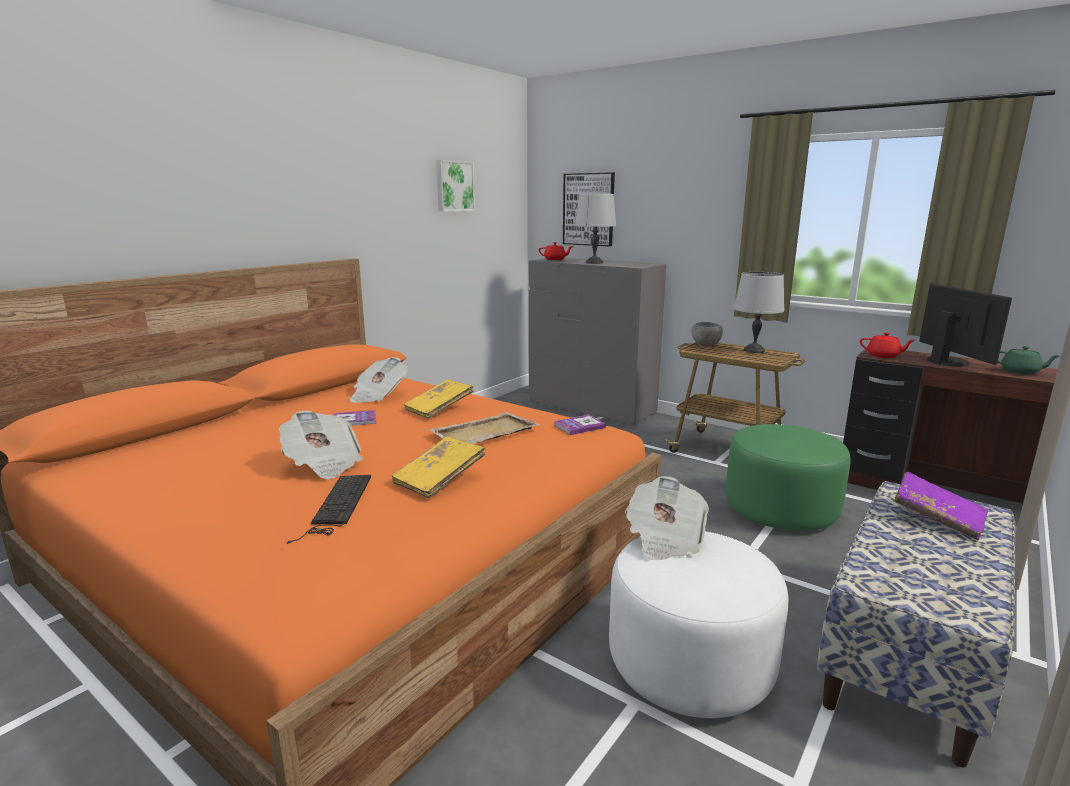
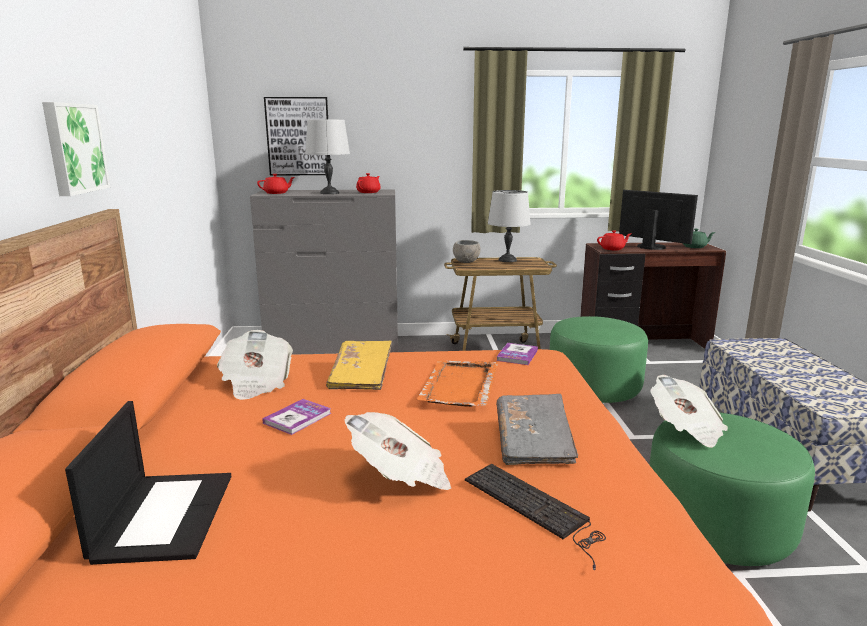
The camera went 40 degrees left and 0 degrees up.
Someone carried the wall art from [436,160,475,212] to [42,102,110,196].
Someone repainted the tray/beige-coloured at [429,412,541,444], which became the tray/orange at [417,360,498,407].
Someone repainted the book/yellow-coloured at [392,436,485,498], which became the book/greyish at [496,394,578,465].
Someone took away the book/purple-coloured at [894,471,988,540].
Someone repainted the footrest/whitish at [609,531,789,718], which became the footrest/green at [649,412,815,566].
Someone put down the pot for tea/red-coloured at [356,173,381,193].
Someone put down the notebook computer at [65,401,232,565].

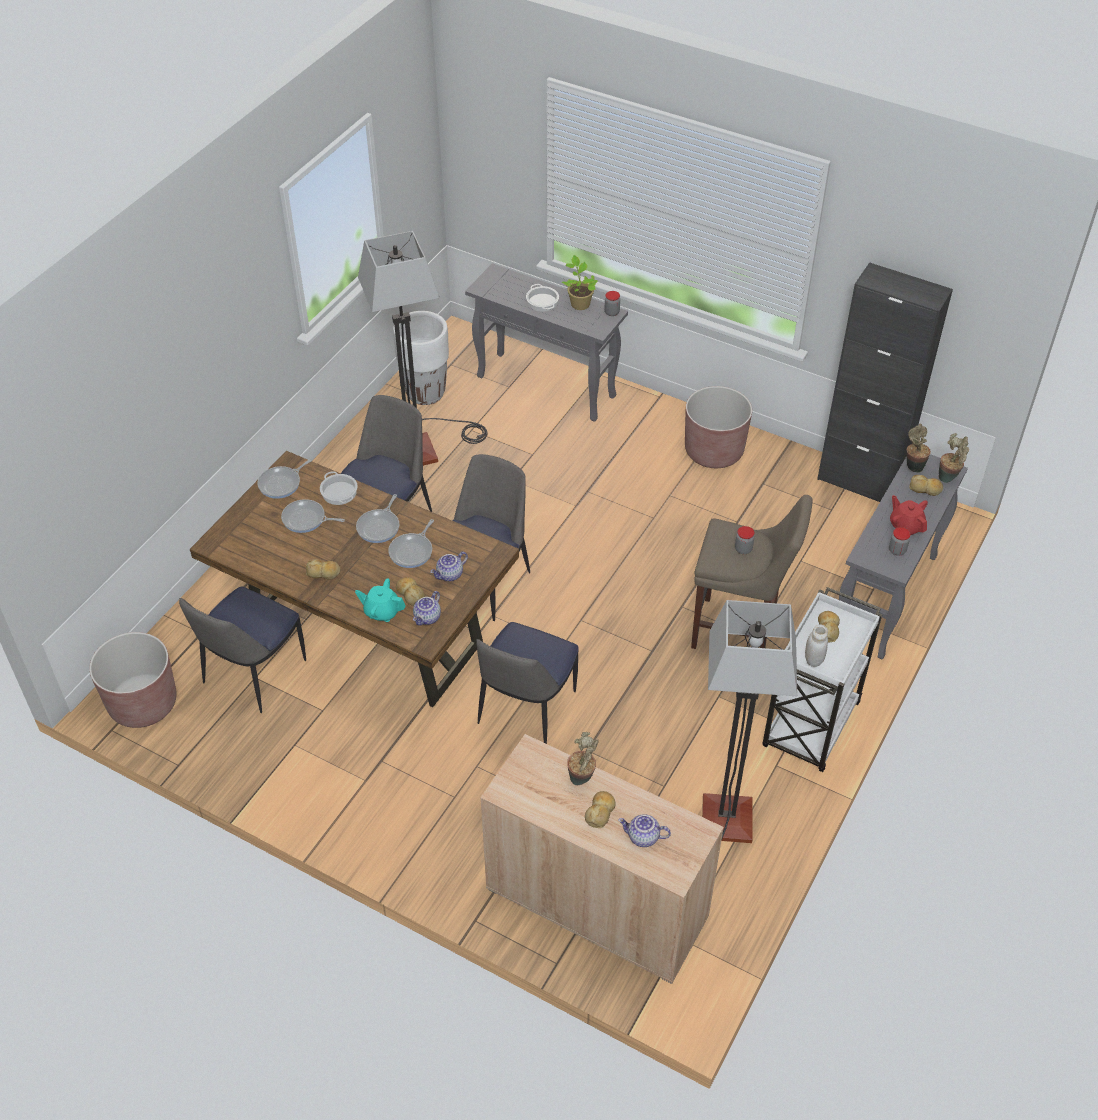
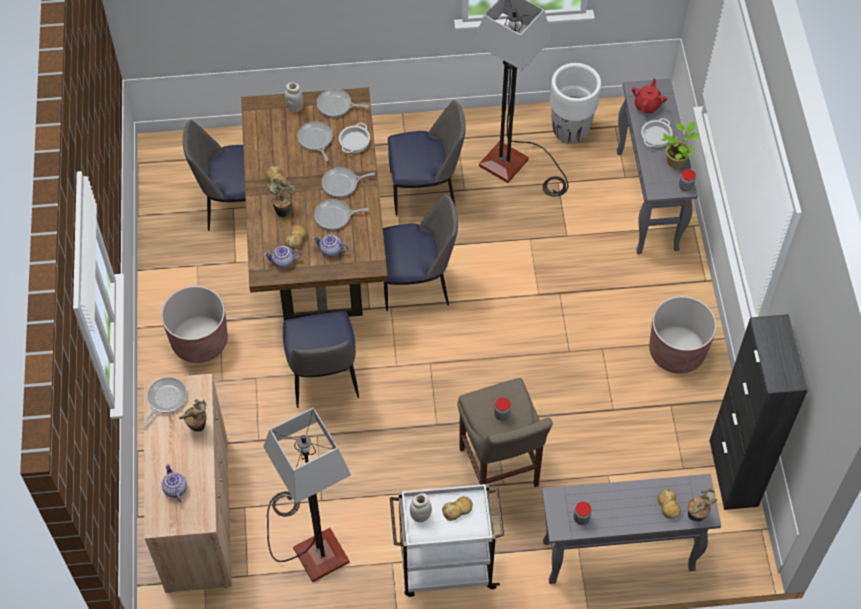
The camera went 55 degrees right and 10 degrees up.
Someone carried the potted plant from [907,423,931,473] to [268,178,296,218].
Someone carried the pot for tea/red-coloured from [890,495,928,535] to [632,79,667,114].
Someone took away the pot for tea/turquoise at [355,578,405,622].
Someone rotated the chair at [476,622,579,744] by 90 degrees counterclockwise.
Someone carried the flower pot/brownish from [89,632,177,728] to [161,286,228,363].
Someone took away the bread at [585,791,616,828].
Someone put down the jar/whitish at [285,82,304,112].
Someone put down the frying pan at [142,377,187,425].

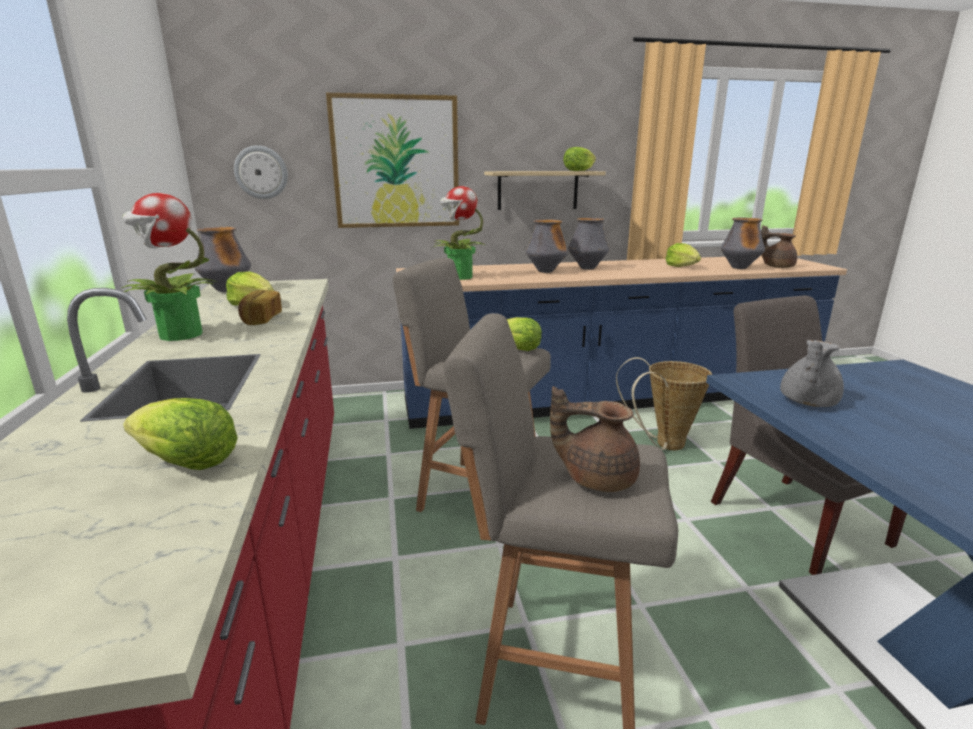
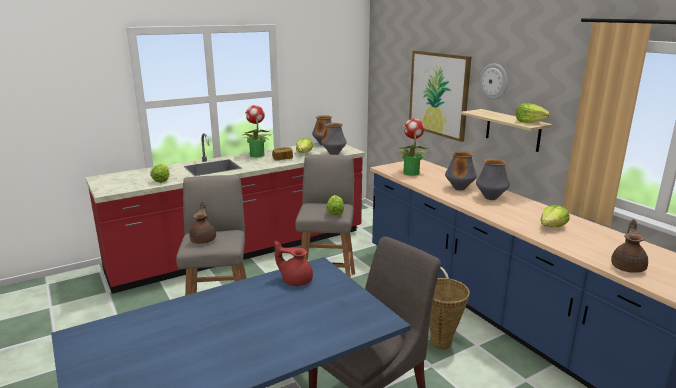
The camera went 70 degrees right and 0 degrees up.
Someone carried the hanging clock from [234,145,288,199] to [480,63,508,100].
Someone carried the vase from [721,218,765,269] to [321,123,347,155].
Someone repainted the pot for tea/greyish at [780,340,844,407], which became the pot for tea/red-coloured at [274,240,313,286].

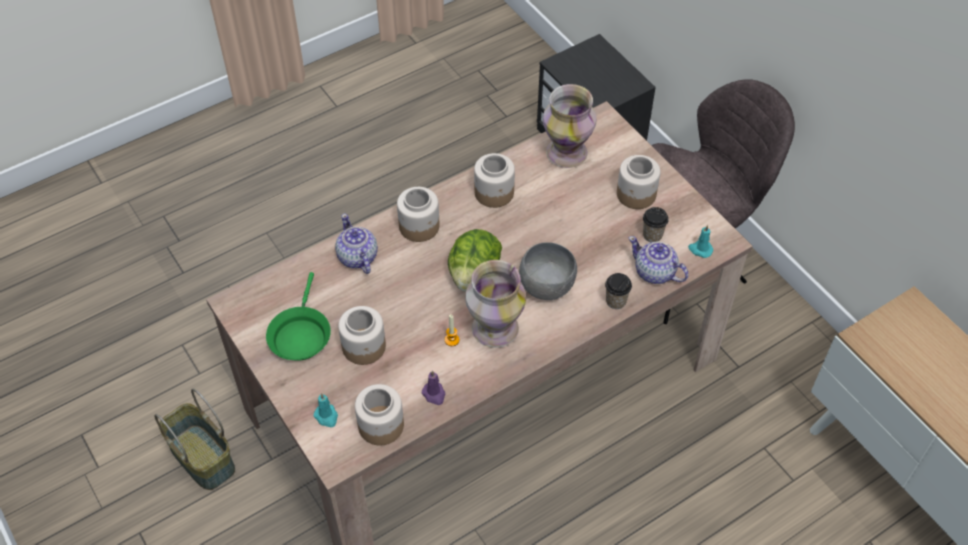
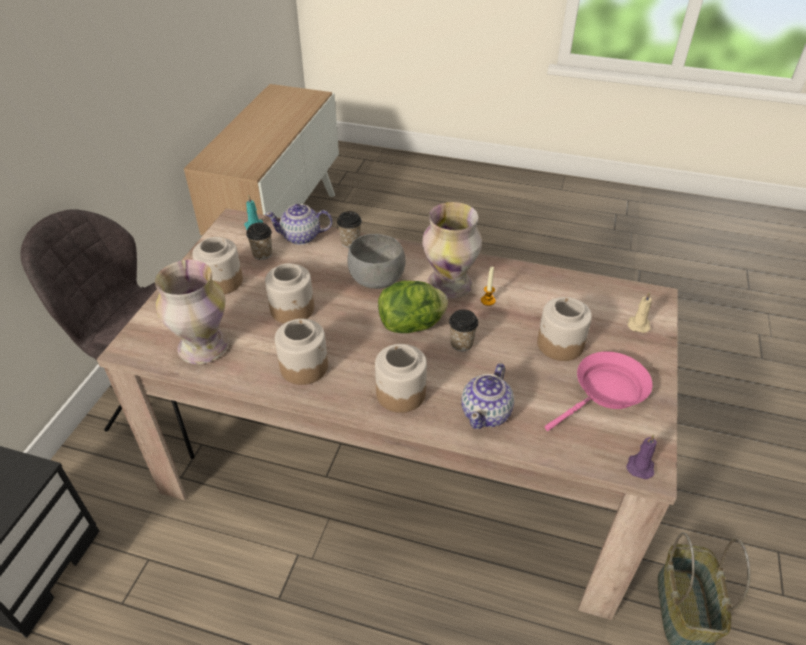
The camera went 130 degrees left and 10 degrees down.
Someone rotated the pot for tea at [628,236,689,284] by 90 degrees clockwise.
Someone repainted the frying pan/green at [266,272,331,361], which became the frying pan/pinkish at [545,352,652,431].
Someone carried the wax light/purple-coloured from [422,371,445,405] to [626,435,657,479].
Someone carried the jar from [355,384,404,446] to [265,263,314,323].
Someone repainted the wax light/turquoise at [314,393,338,427], which became the wax light/beige-coloured at [628,292,652,333].
Someone put down the drinking cup at [449,309,478,351].

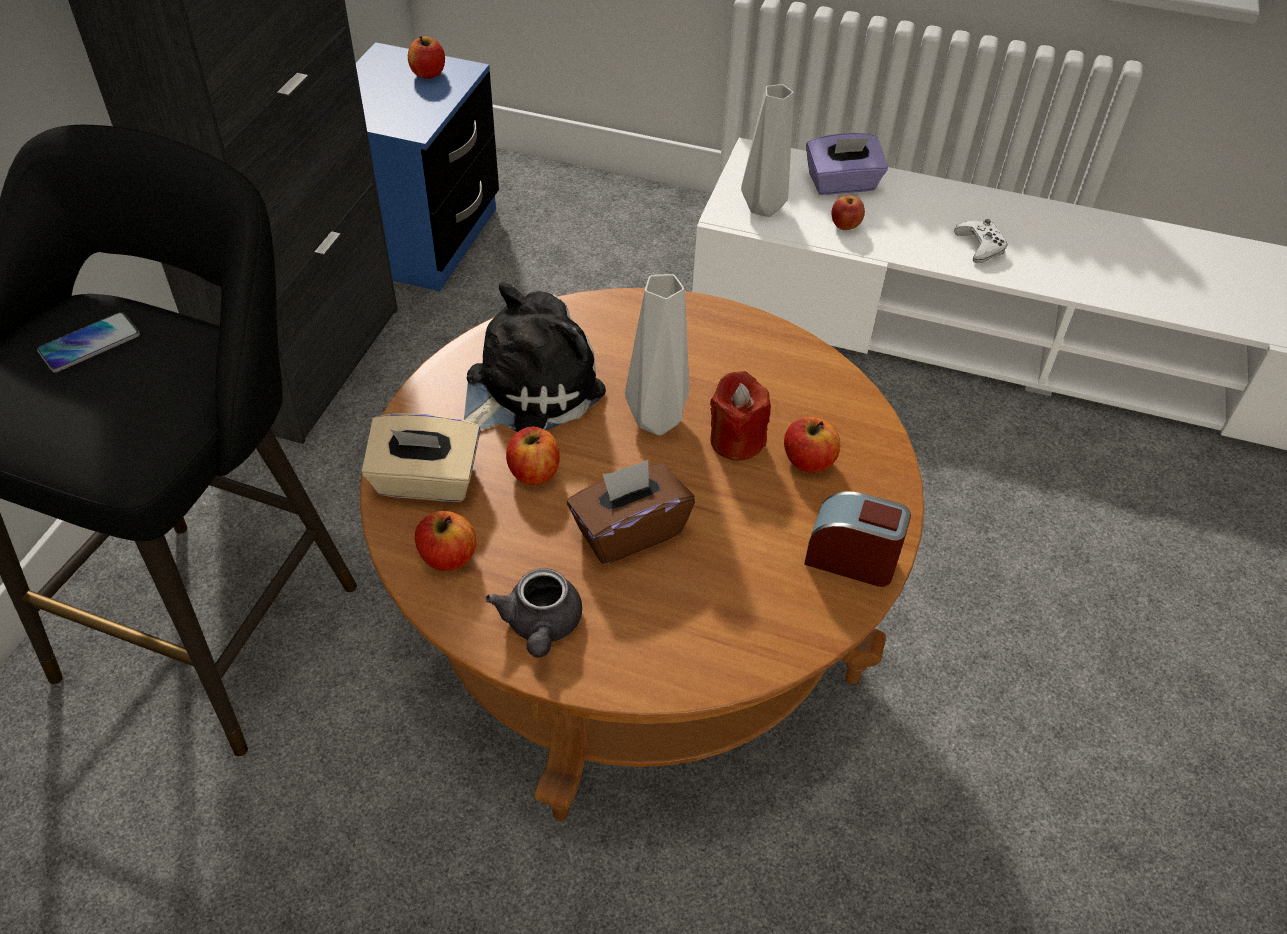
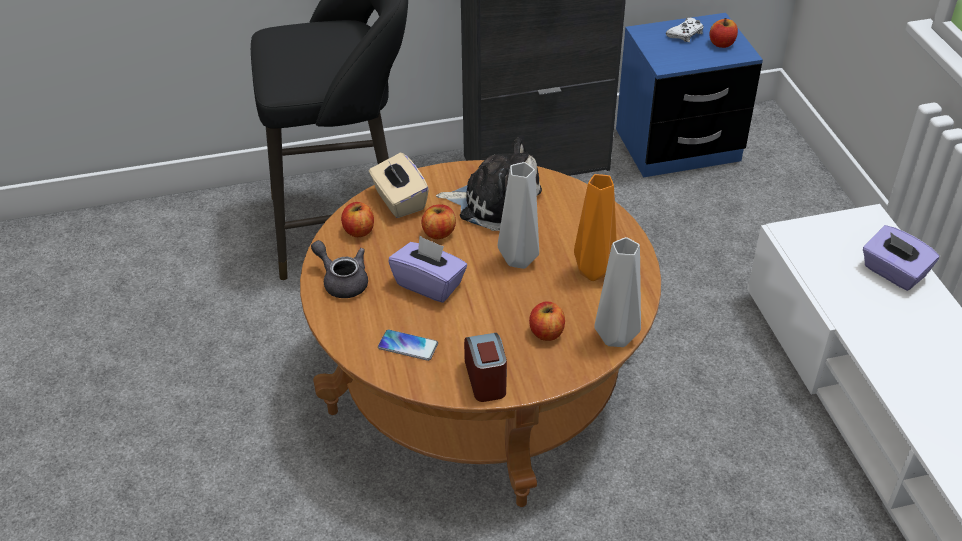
The camera went 60 degrees right and 5 degrees down.
Someone carried the vase/greyish from [741,84,794,217] to [594,237,641,347].
Someone took away the apple fruit at [831,195,865,230].
Someone carried the joypad/whitish from [954,219,1008,263] to [666,17,704,42].
Someone carried the handset from [37,312,140,372] to [378,329,438,361].
Someone took away the wax light/red-coloured at [710,371,771,461].
Someone repainted the tissue box/brownish at [567,460,695,564], which became the tissue box/purple-coloured at [388,235,467,303].
Someone rotated the pot for tea/greyish at [485,568,582,658] by 75 degrees clockwise.
Someone put down the vase/orange at [574,174,617,281].

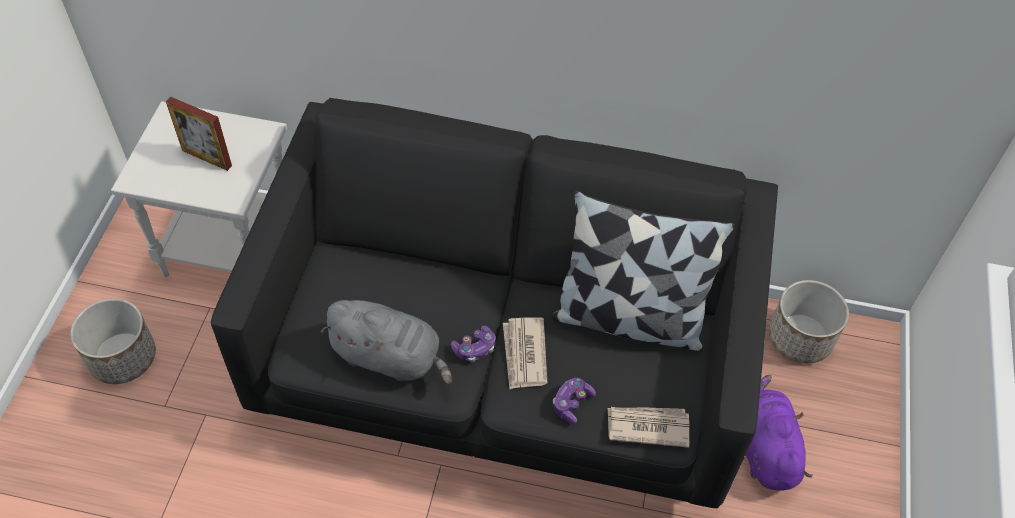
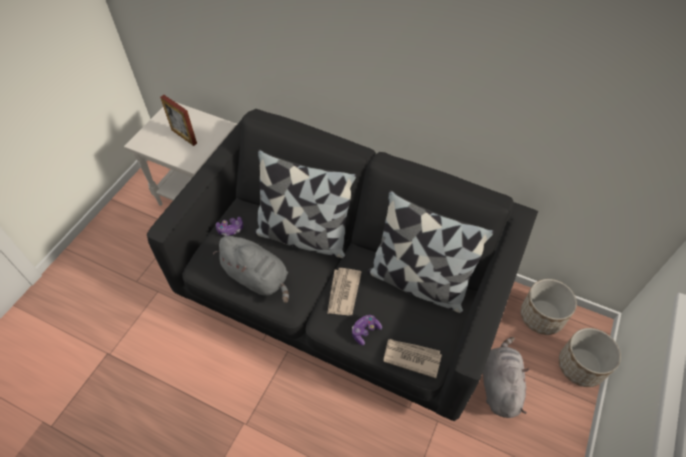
The camera went 15 degrees right and 0 degrees up.
Someone carried the flower pot from [70,298,156,384] to [559,328,621,387].
Someone carried the joypad from [451,326,496,362] to [216,217,243,236].
Someone repainted the cuddly toy/purple-coloured at [746,375,813,491], which became the cuddly toy/greyish at [483,337,529,418].
Someone put down the pillow at [254,150,357,258].

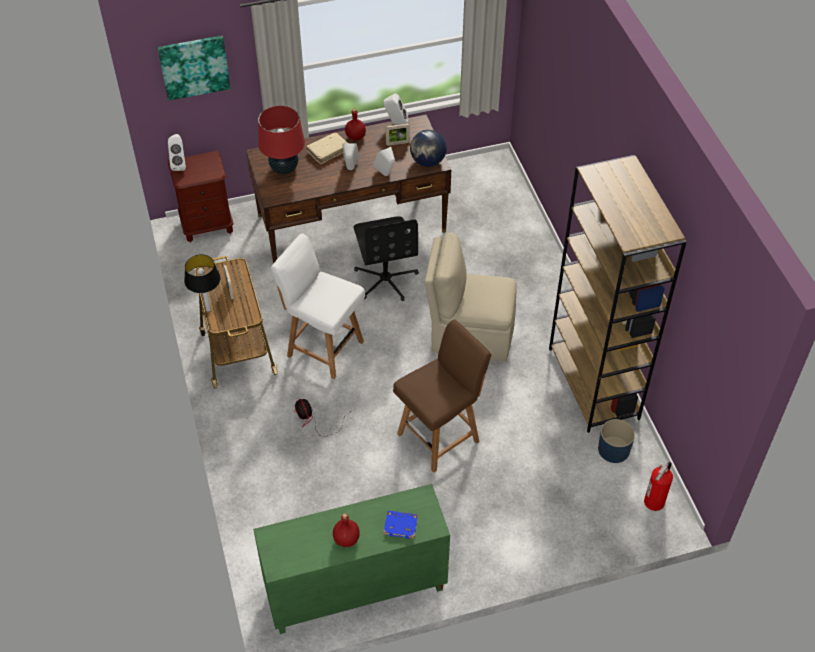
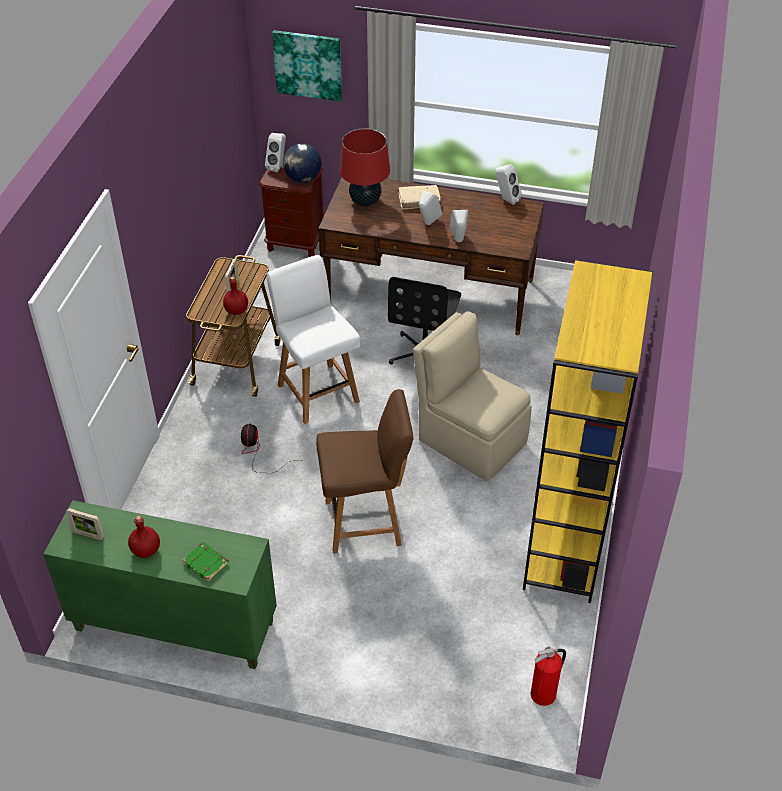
The camera went 30 degrees right and 5 degrees down.
Someone carried the drink bottle/red-coloured from [345,109,366,141] to [223,277,248,315].
Someone carried the picture frame from [386,123,410,146] to [66,508,104,540].
Someone carried the globe from [410,130,447,167] to [283,143,322,183].
Someone repainted the shelving unit/brownish at [549,155,687,433], which became the shelving unit/yellow-coloured at [523,260,653,603].
Someone took away the table lamp at [184,254,220,312].
Someone took away the flower pot/bluish at [598,419,635,463].
Someone repainted the book/bluish at [384,511,418,539], which became the book/green at [183,542,229,582].

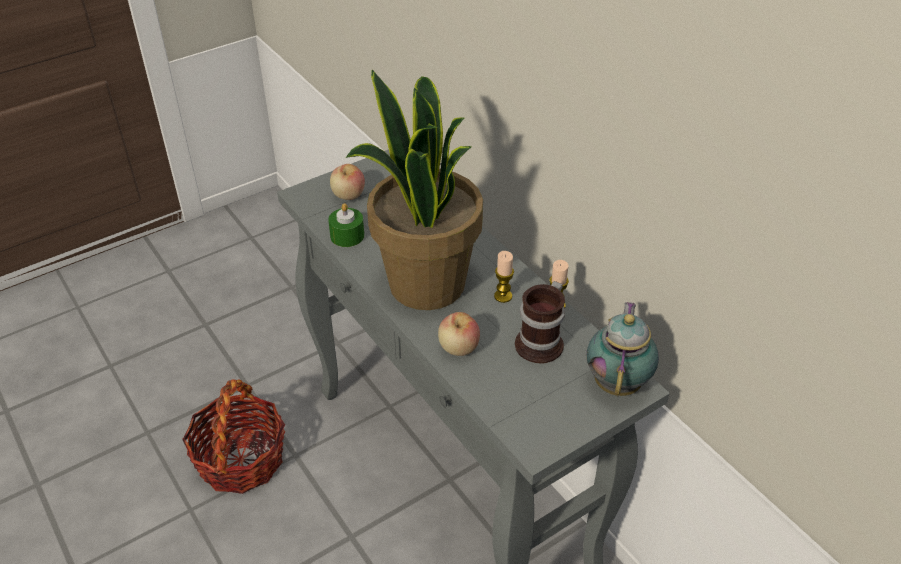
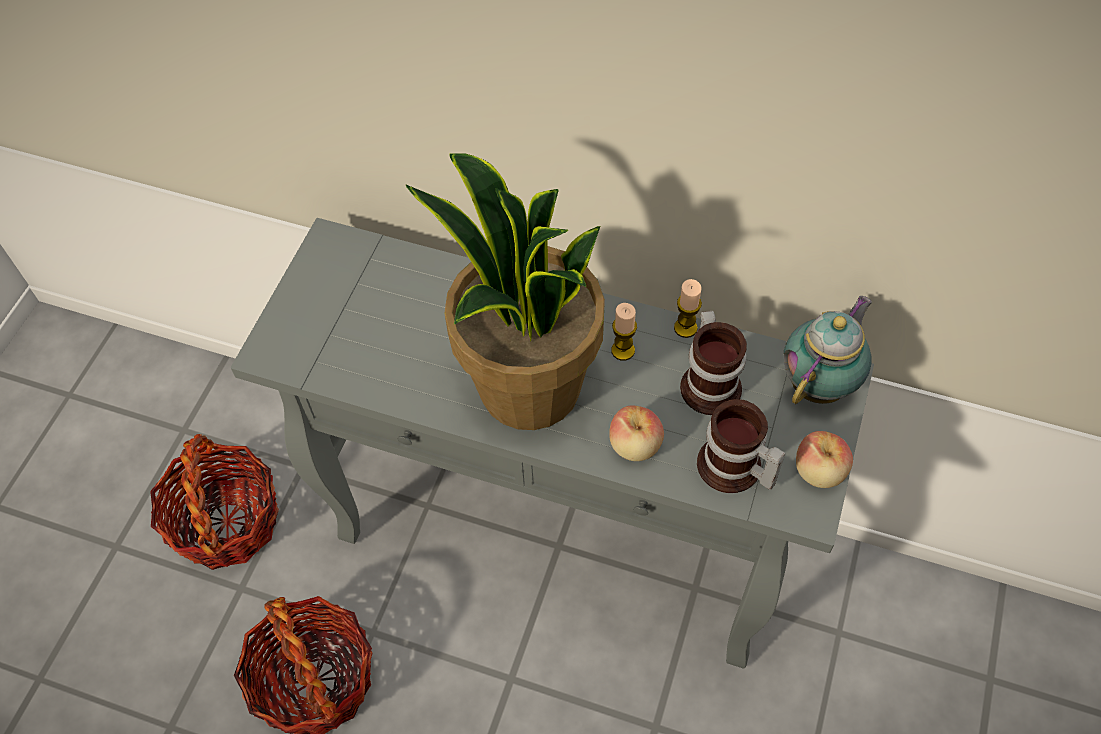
The camera went 35 degrees left and 15 degrees up.
Someone carried the apple fruit from [330,164,365,200] to [796,431,853,488].
Someone took away the wax light/green at [328,203,364,247].
Someone rotated the pot for tea at [587,302,659,396] by 60 degrees clockwise.
Someone put down the mug at [697,399,785,493].
Someone put down the household basket at [150,434,279,570].

